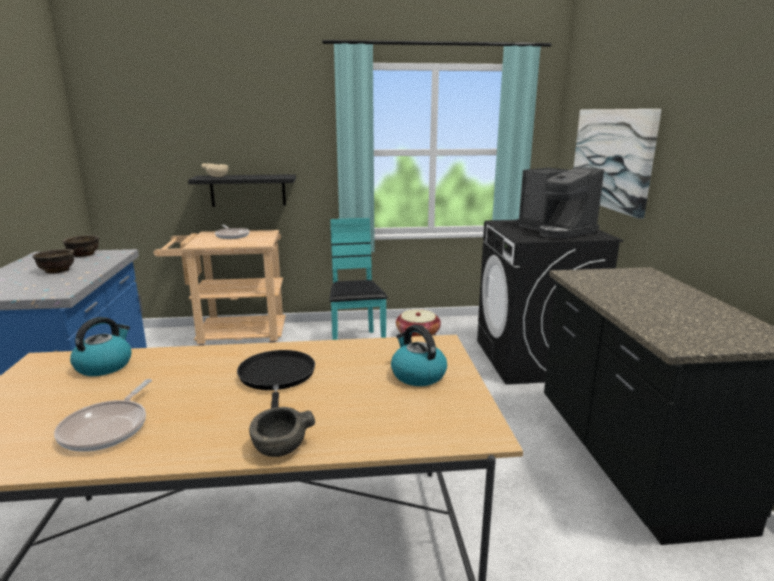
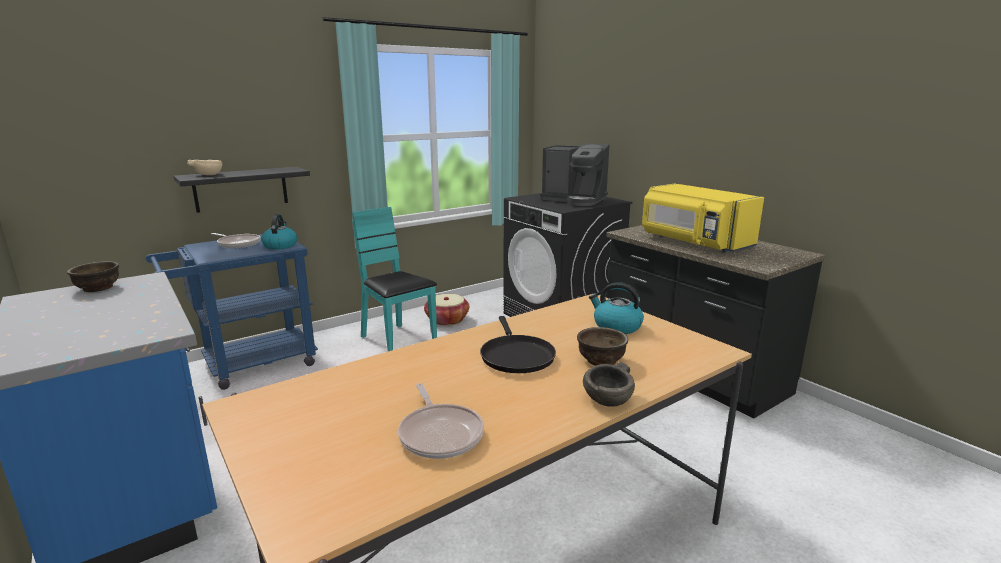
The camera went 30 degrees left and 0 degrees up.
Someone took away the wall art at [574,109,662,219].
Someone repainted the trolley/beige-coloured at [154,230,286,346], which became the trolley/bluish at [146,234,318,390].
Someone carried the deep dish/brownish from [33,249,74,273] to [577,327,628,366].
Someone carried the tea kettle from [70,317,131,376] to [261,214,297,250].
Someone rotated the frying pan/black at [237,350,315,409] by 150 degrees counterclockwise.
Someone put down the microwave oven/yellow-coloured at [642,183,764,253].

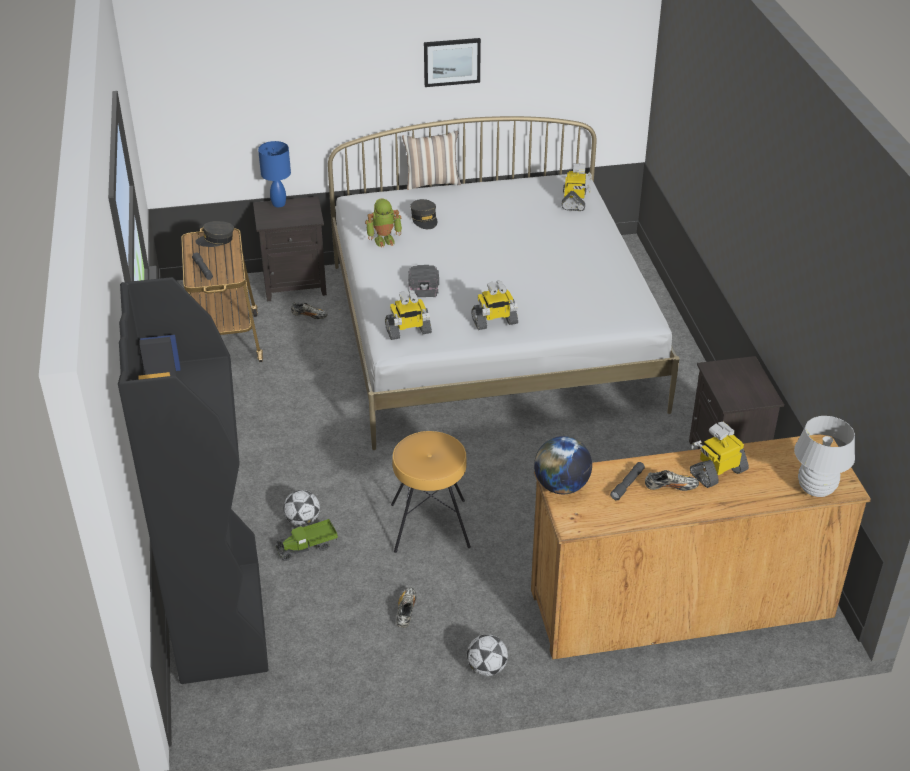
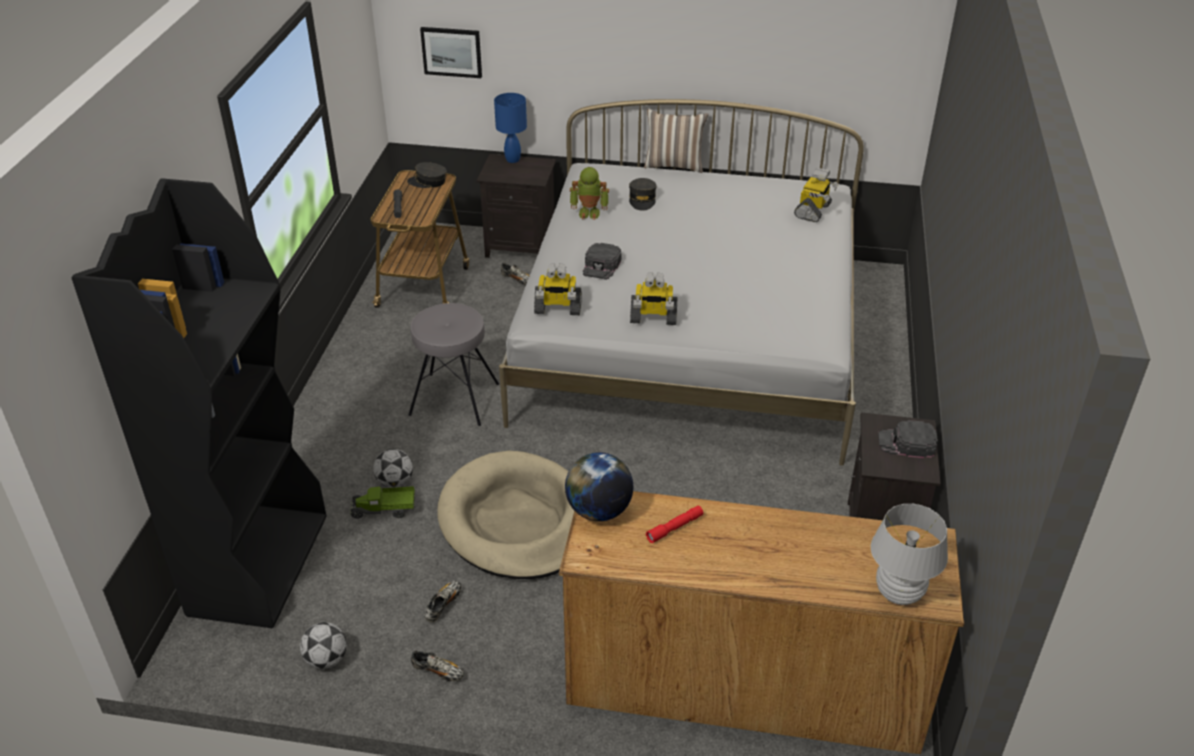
The camera went 20 degrees right and 0 degrees up.
Someone carried the wall art from [424,38,481,87] to [420,27,482,78].
Someone took away the robot figure at [690,422,749,488].
Someone swapped the stool/brownish at [391,431,471,553] for the pet bed/beige-coloured at [437,451,574,579].
Someone repainted the torch/greyish at [610,462,645,500], which became the torch/red-coloured at [646,506,703,544].
Someone carried the item of footwear from [645,470,699,491] to [411,651,464,681].
Someone carried the football ball from [467,634,508,676] to [300,622,347,669].
Someone put down the stool/greyish at [408,303,499,426].
Someone put down the peaked cap/black at [878,420,938,458].

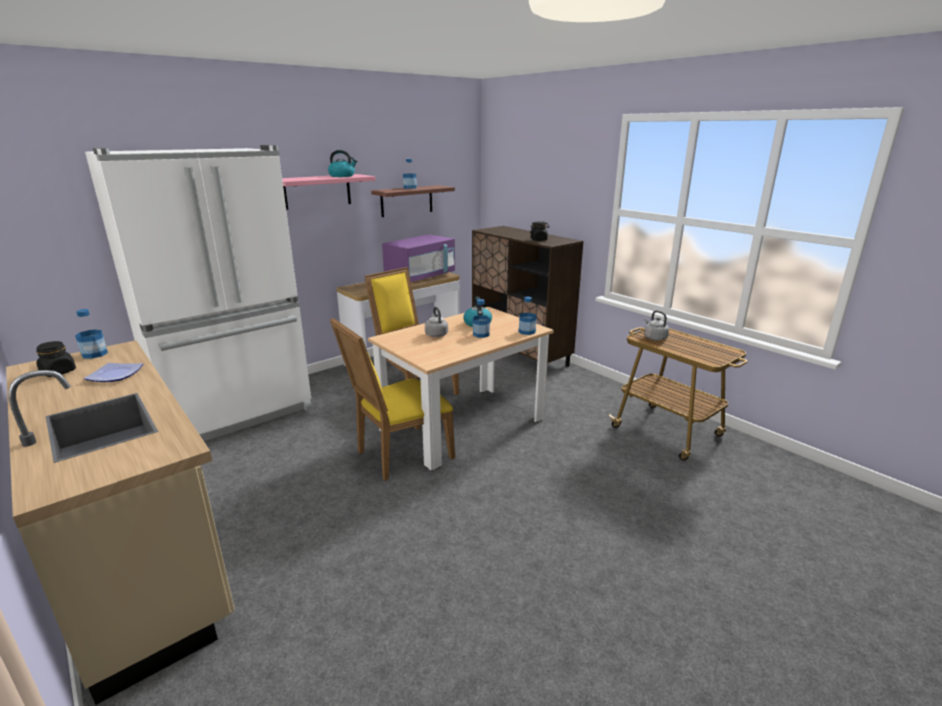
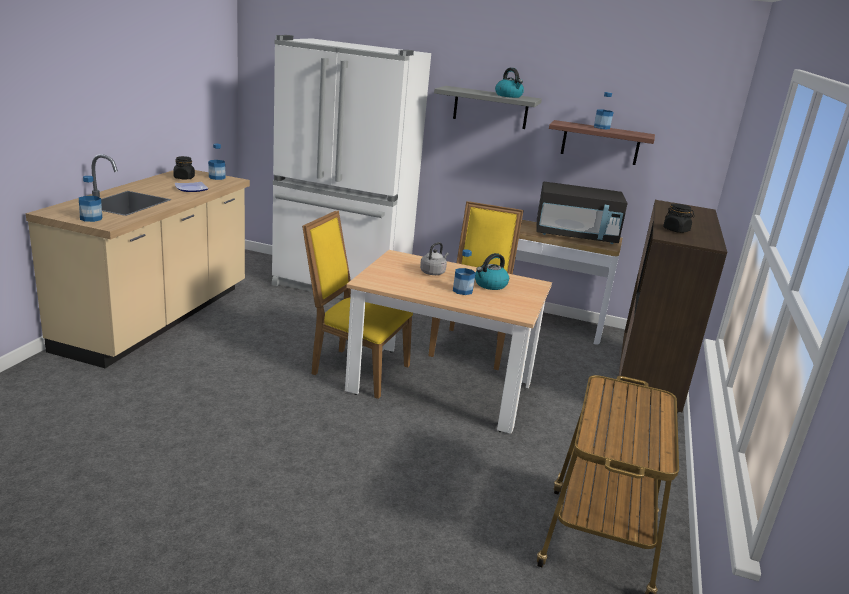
The camera went 55 degrees right and 0 degrees up.
Someone repainted the wall shelf/pinkish at [282,174,376,210], which became the wall shelf/greyish at [434,86,542,129].
Someone repainted the microwave oven/purple-coloured at [382,234,455,282], which became the microwave oven/black at [536,182,628,244].
Someone carried the drink bottle from [519,297,537,335] to [79,176,102,222].
Someone took away the tea kettle/greyish at [644,311,669,341].

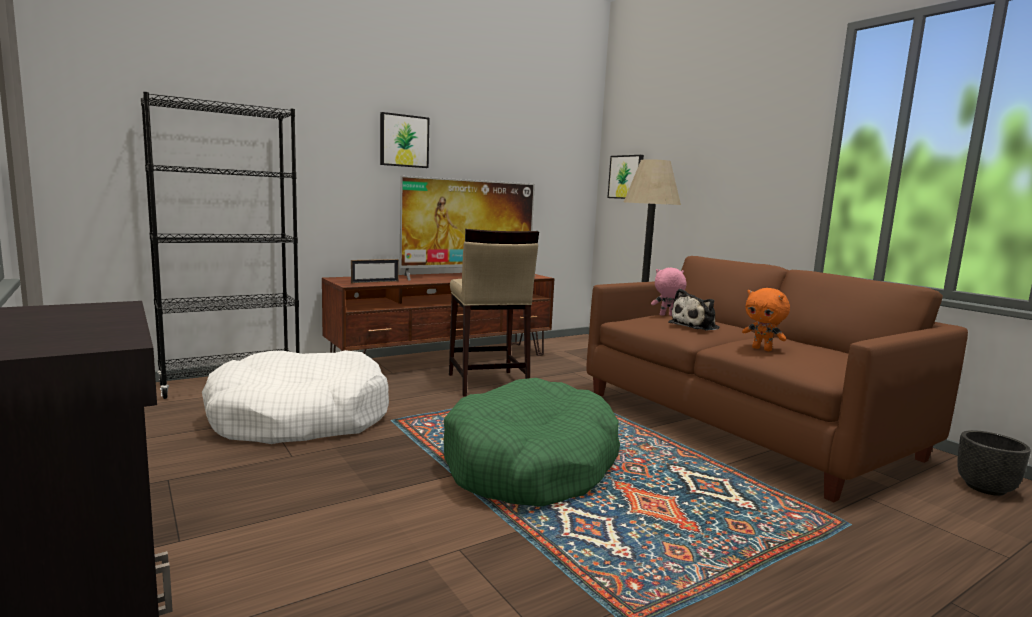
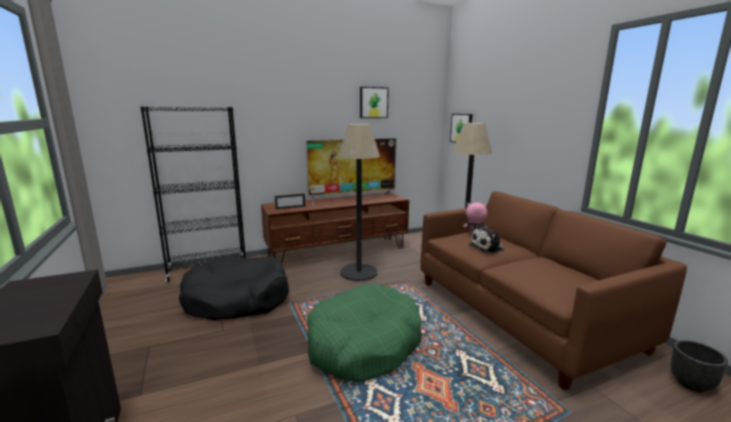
The camera went 10 degrees right and 5 degrees up.
Someone carried the wall art from [380,112,429,168] to [360,87,389,118].
Someone swapped the stool/beige-coloured at [449,229,539,397] for the floor lamp at [338,124,380,281].
Someone took away the cuddly toy/orange at [742,288,790,351].
Someone repainted the pet bed/whitish at [202,350,389,444], which became the pet bed/black at [179,256,289,320].

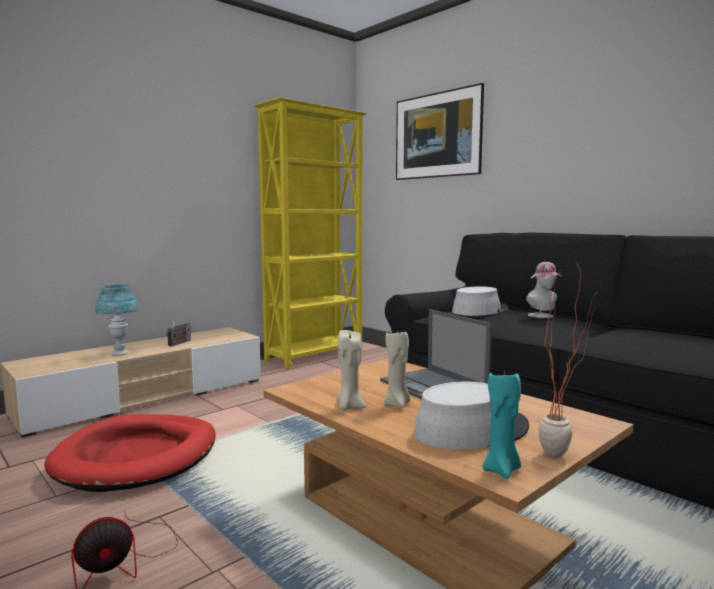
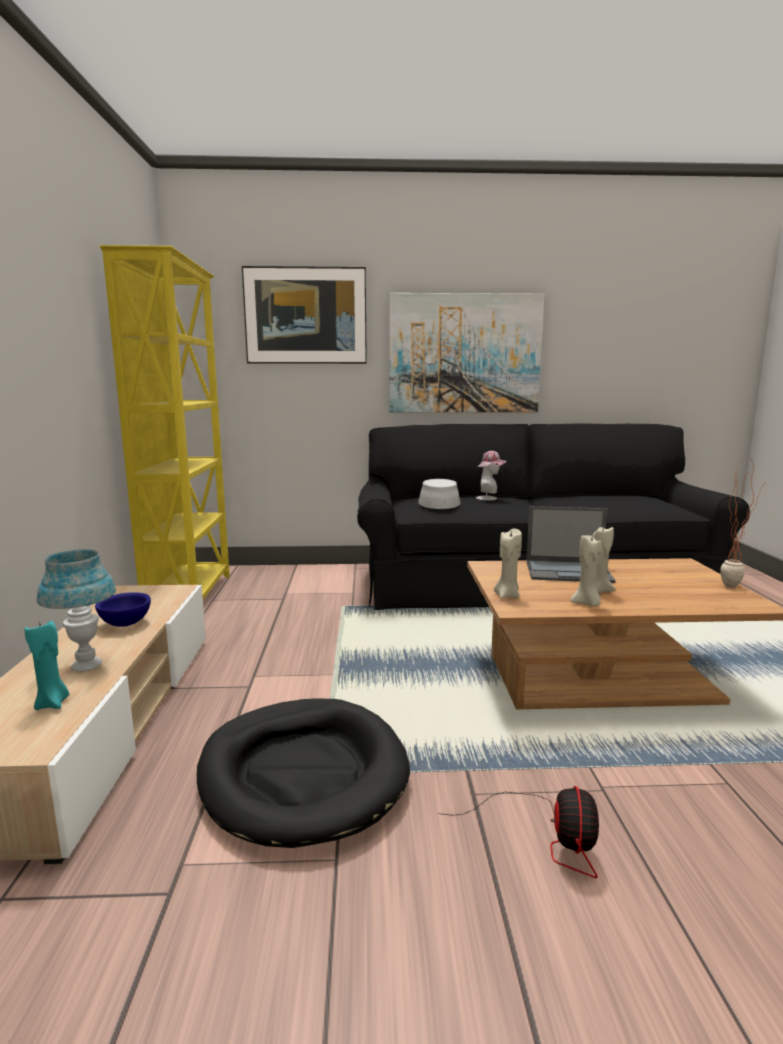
The camera went 50 degrees left and 5 degrees up.
Someone swapped the radio receiver at [166,318,191,346] for the deep dish/bluish at [95,592,151,627].
Someone carried the wax light/turquoise from [482,372,521,479] to [25,621,70,710].
Someone took away the clothing hat/greyish at [414,382,529,450].
Someone repainted the pet bed/red-coloured at [44,414,216,492], which became the pet bed/black at [197,698,410,848].
Someone put up the wall art at [389,293,545,412].
Someone put down the wax light/beige-coloured at [494,529,522,598].

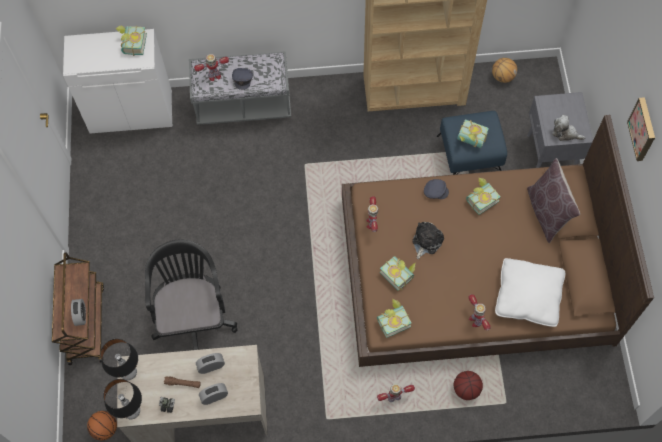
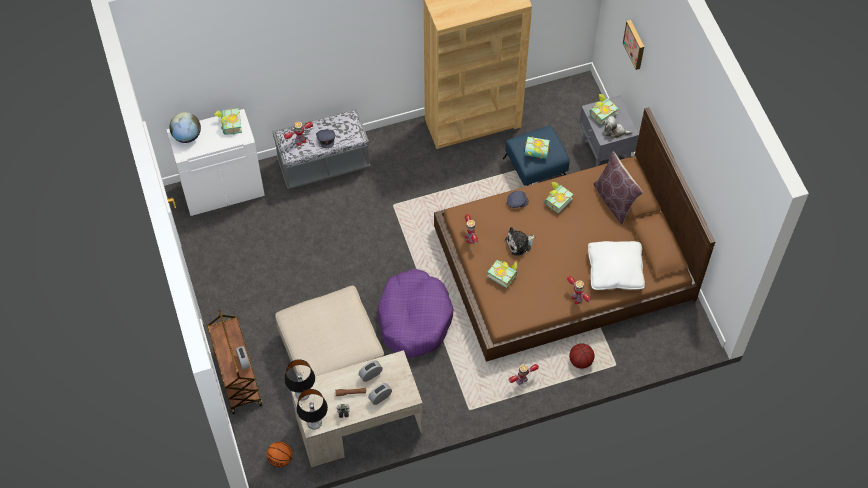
The camera went 15 degrees left and 5 degrees down.
Someone took away the ball for basketball at [492,58,517,83].
Someone carried the wall art from [627,97,655,161] to [623,20,644,70].
Someone rotated the cuddly toy at [412,222,444,259] by 135 degrees counterclockwise.
Someone swapped the desk chair/black at [145,239,237,350] for the footrest/beige-coloured at [275,286,384,380].
Someone carried the book from [377,299,412,338] to [590,94,618,125].
Someone put down the globe at [170,112,201,143].
Someone put down the pet bed/purple-coloured at [377,269,453,358].

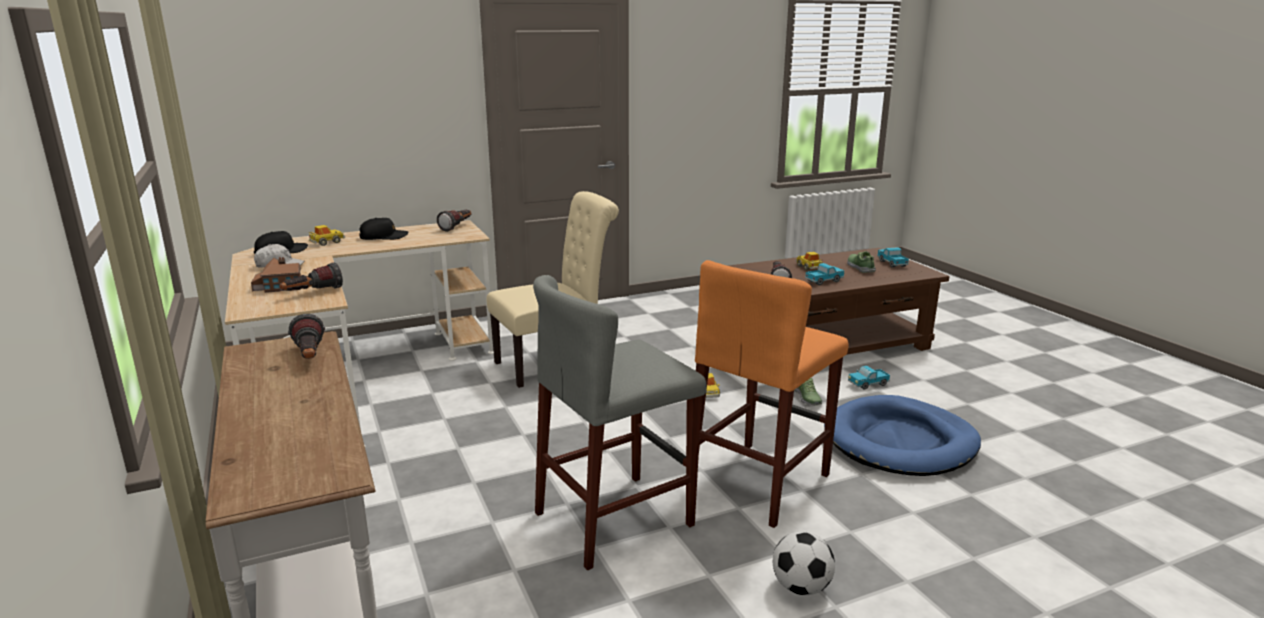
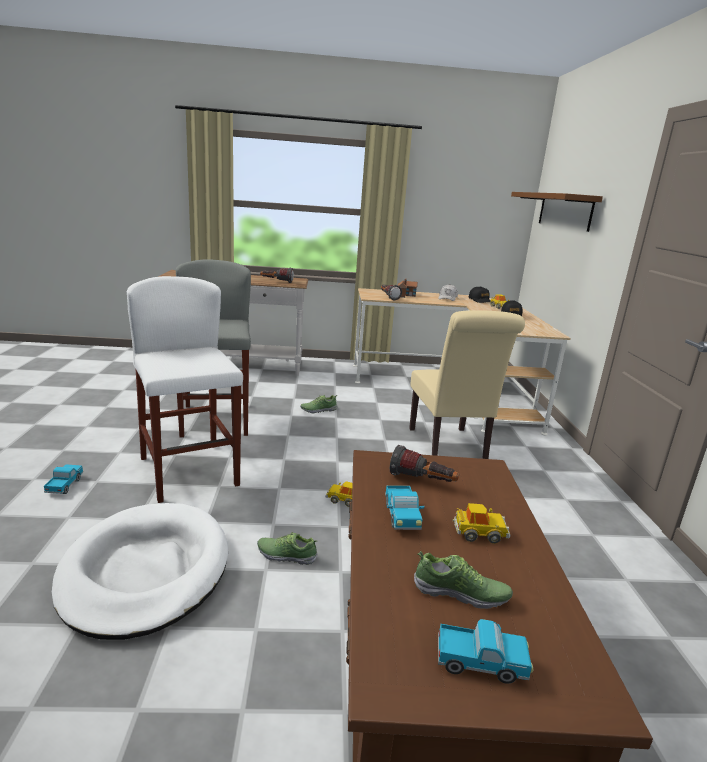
The camera went 110 degrees right and 0 degrees up.
Someone took away the torch at [437,210,471,232].
Someone repainted the stool/orange at [695,260,849,528], which became the stool/whitish at [127,276,243,503].
Someone carried the toy truck from [848,366,890,390] to [44,464,83,494].
Someone repainted the pet bed/bluish at [824,395,981,476], which became the pet bed/whitish at [52,503,228,640].
Someone took away the football ball at [773,531,835,595].
Someone put up the wall shelf/brownish at [511,192,603,232].
Someone put down the item of footwear at [300,395,337,413].

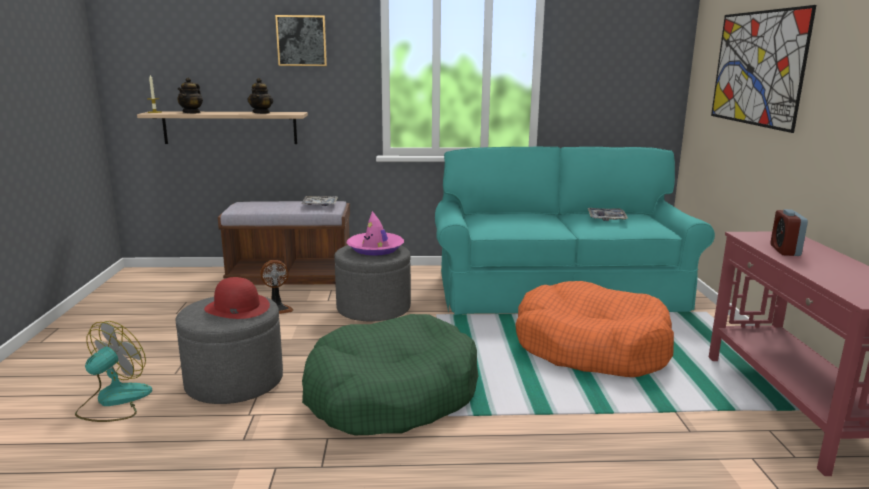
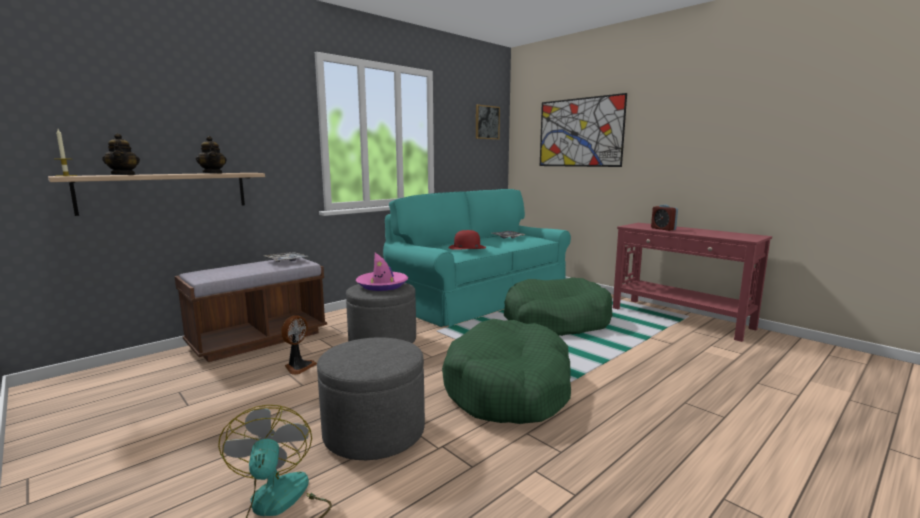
The camera went 40 degrees left and 5 degrees down.
Someone carried the wall art from [275,15,327,66] to [476,104,500,140].
Someone carried the clothing hat/red-coloured from [204,277,270,319] to [448,230,486,250].
Someone repainted the pet bed/orange at [515,281,674,377], which became the pet bed/green at [504,277,613,336].

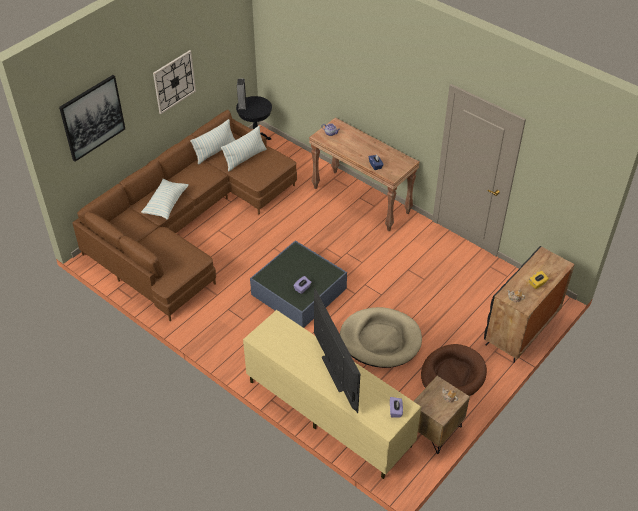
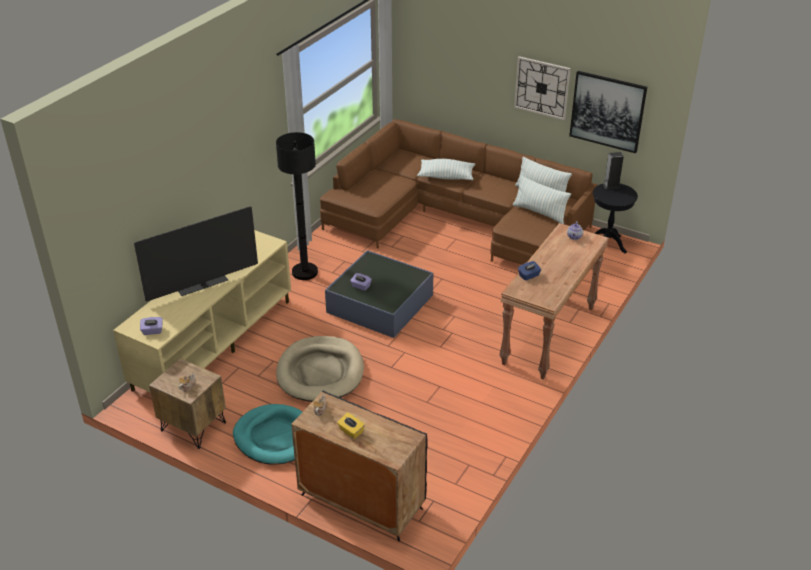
The camera went 80 degrees right and 10 degrees down.
Someone carried the wall art from [59,75,125,162] to [569,71,647,153].
Someone repainted the pet bed/brownish at [421,344,487,396], which became the pet bed/turquoise at [233,404,302,465].
Someone put down the floor lamp/black at [276,132,318,280].

